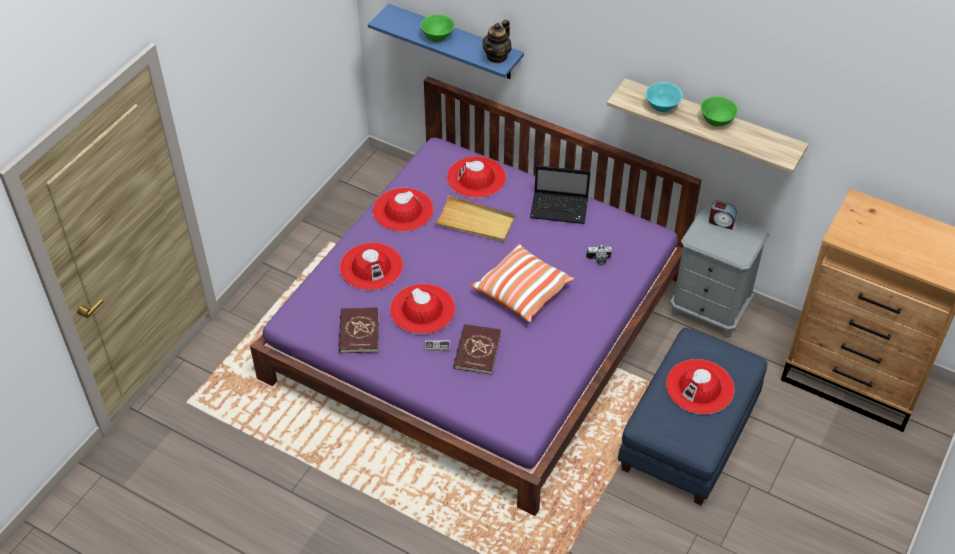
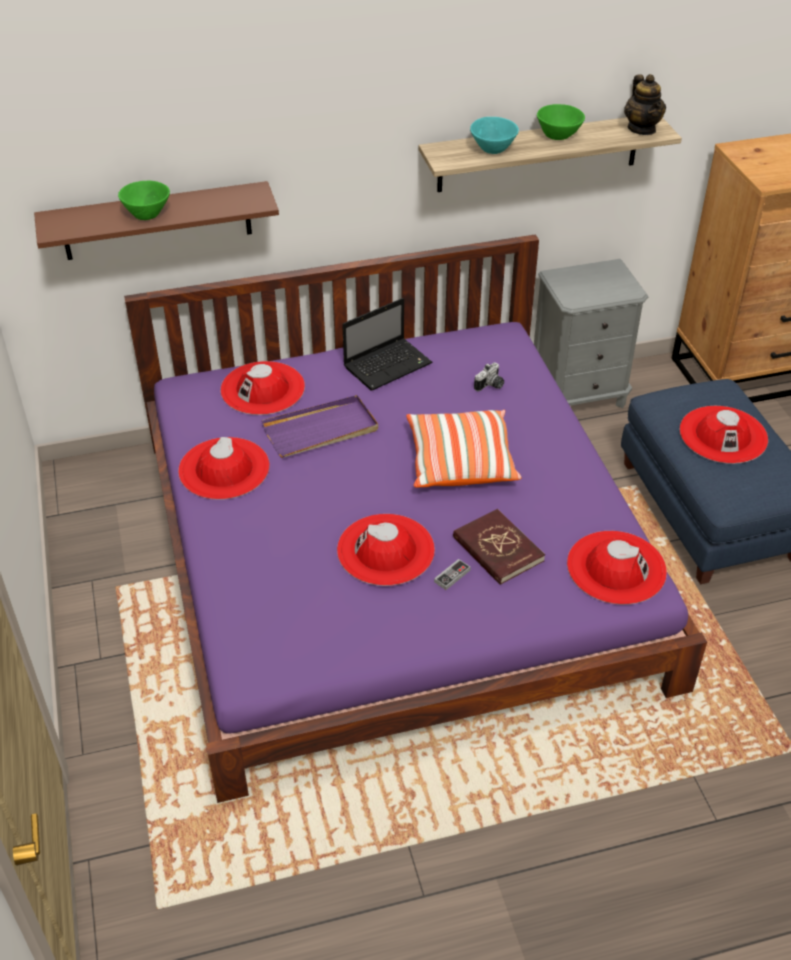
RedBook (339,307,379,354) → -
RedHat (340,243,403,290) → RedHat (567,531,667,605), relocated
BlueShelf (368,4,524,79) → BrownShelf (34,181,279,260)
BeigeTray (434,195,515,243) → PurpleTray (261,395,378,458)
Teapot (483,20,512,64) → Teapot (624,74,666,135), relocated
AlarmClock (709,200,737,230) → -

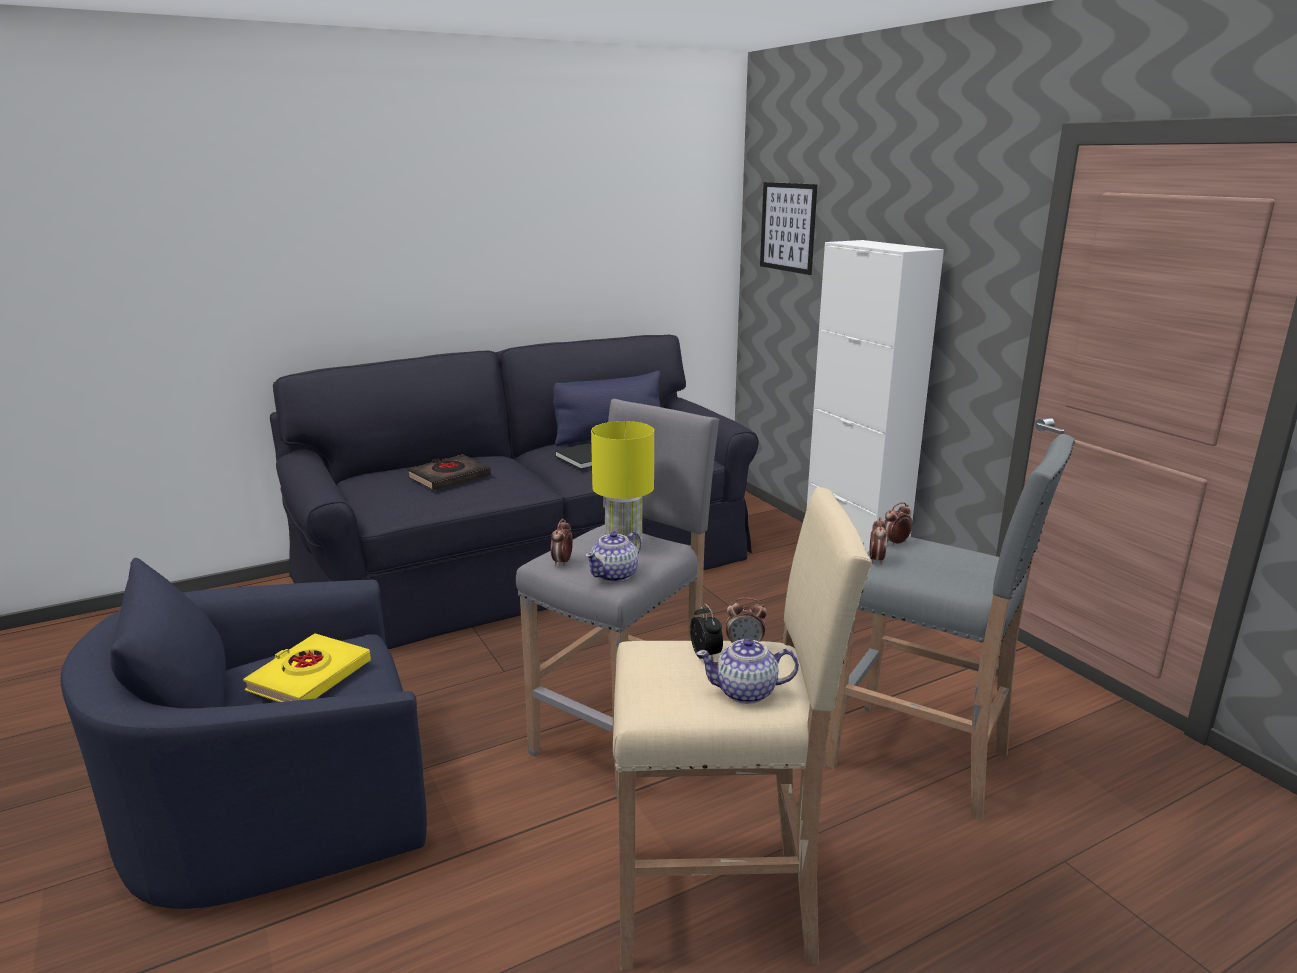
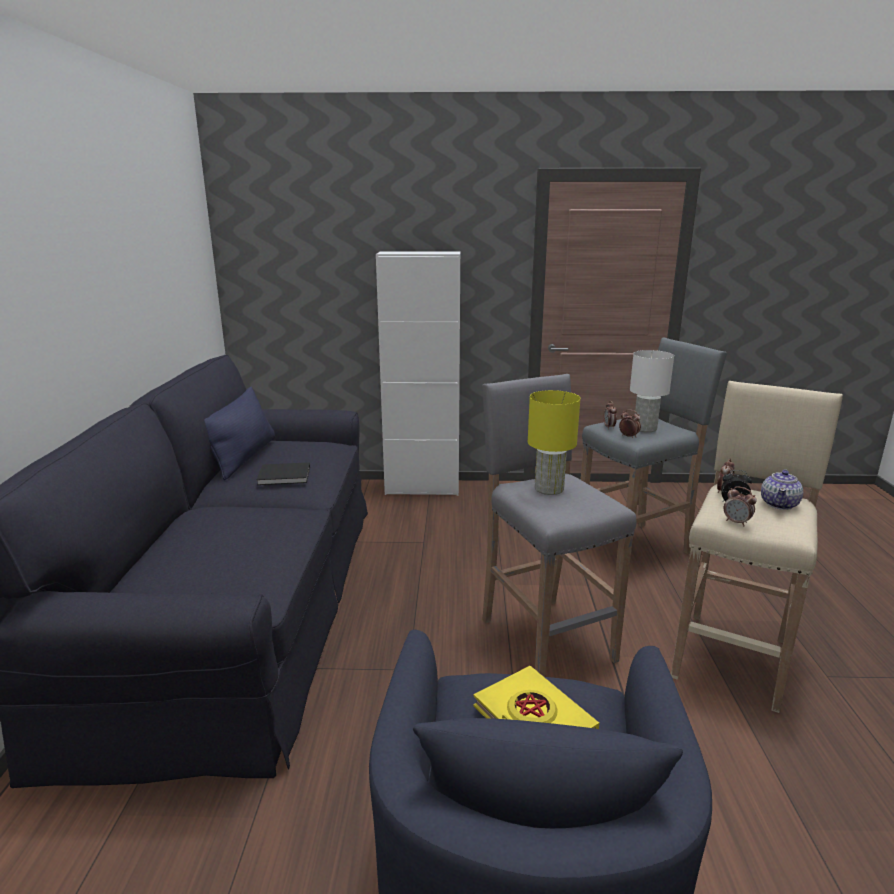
BlackBook (407,454,491,490) → -
AlarmClock (551,519,573,566) → AlarmClock (724,487,757,526), relocated
Teapot (585,531,641,582) → -
Picture (760,182,817,275) → -
- → WhiteTableLamp (630,350,674,432)

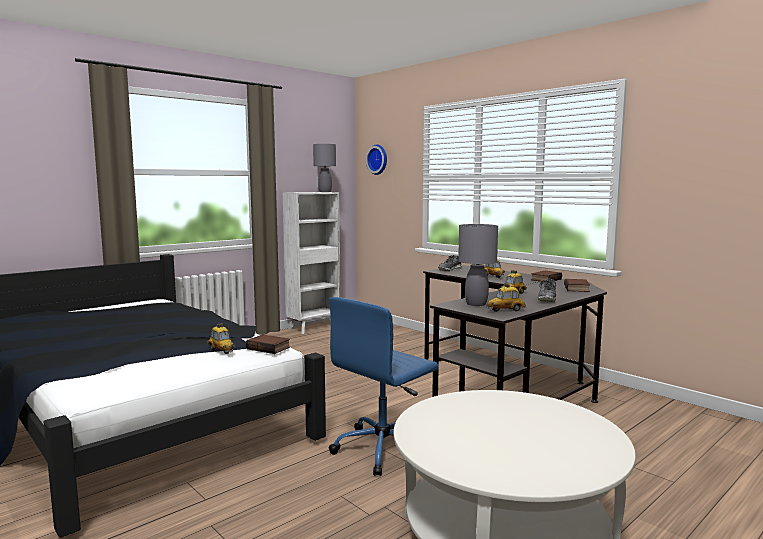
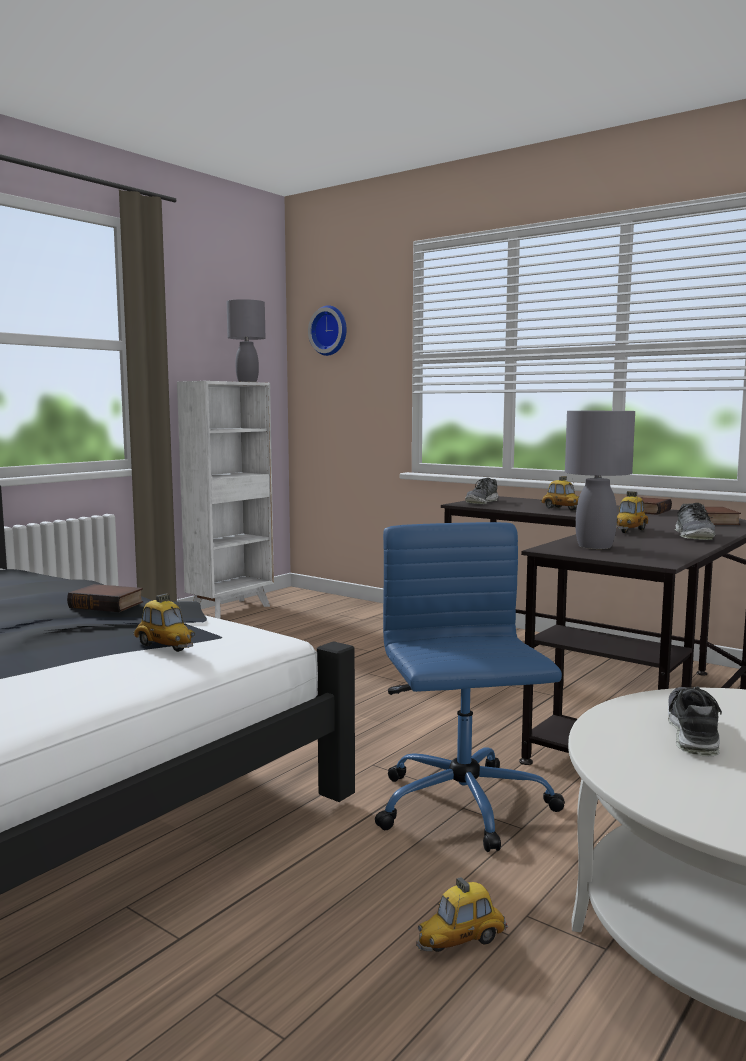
Book (246,334,290,354) → Book (67,584,143,612), relocated
BlueOfficeChair (329,297,439,476) → BlueOfficeChair (375,522,565,852), 135 degrees clockwise
ToyCar (486,283,526,312) → ToyCar (416,877,508,952), relocated
- → Shoe (668,686,722,756)

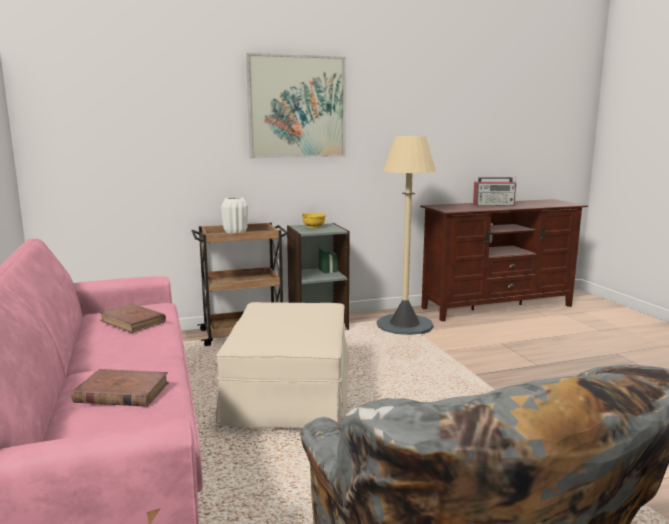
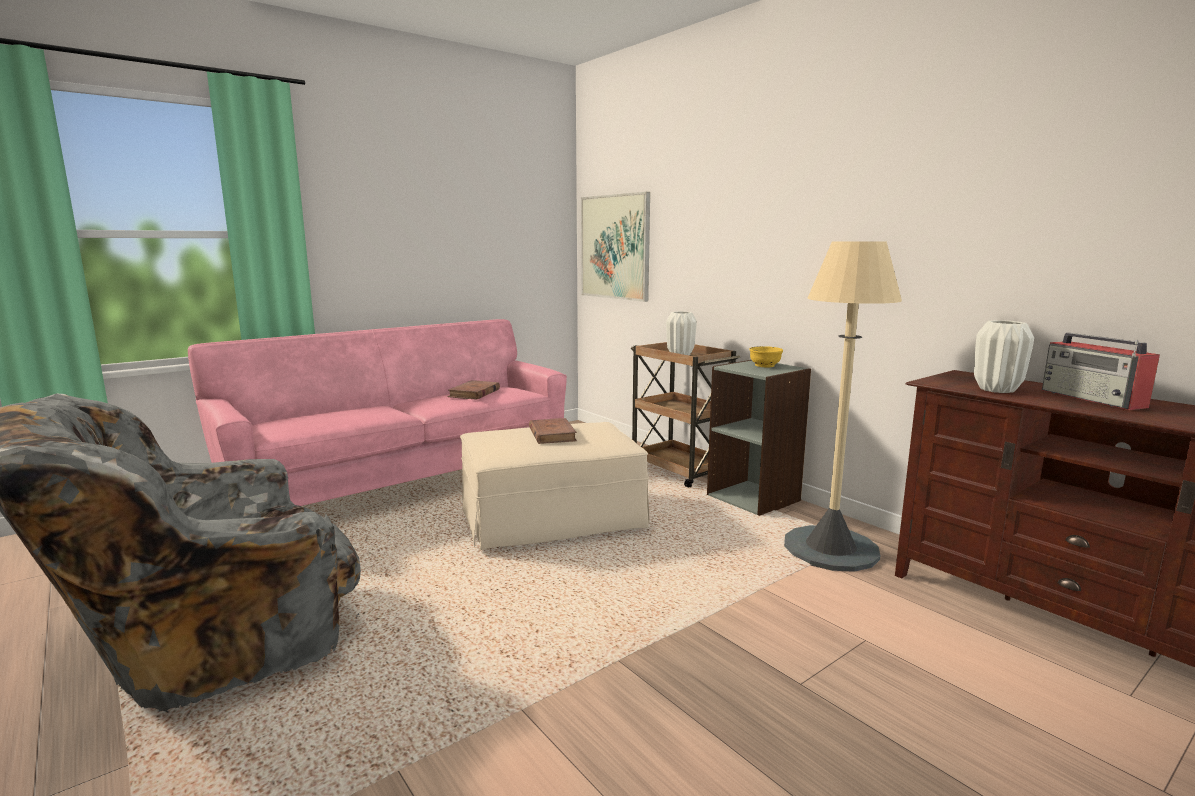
BrownBook (72,369,169,407) → BrownBook (529,418,577,444), relocated
Picture (246,53,346,158) → Picture (581,192,650,302), relocated
- → WhiteVase (974,320,1034,393)

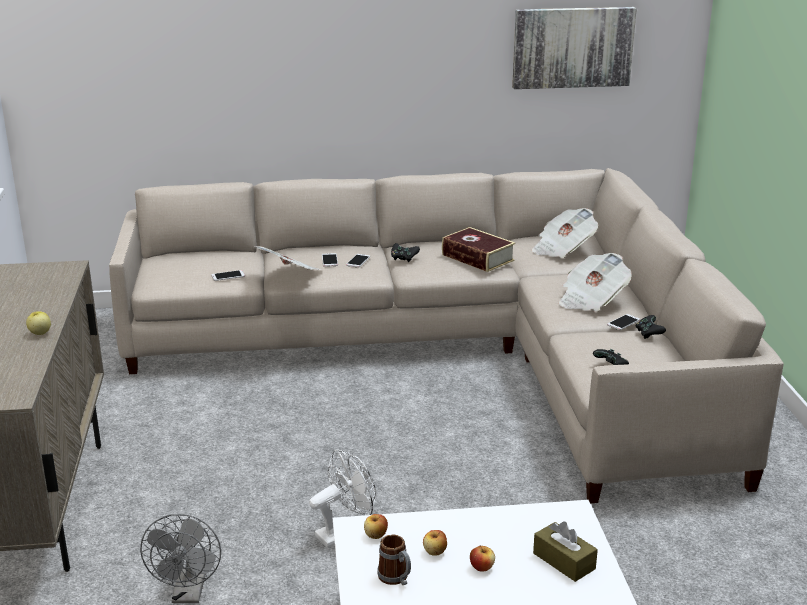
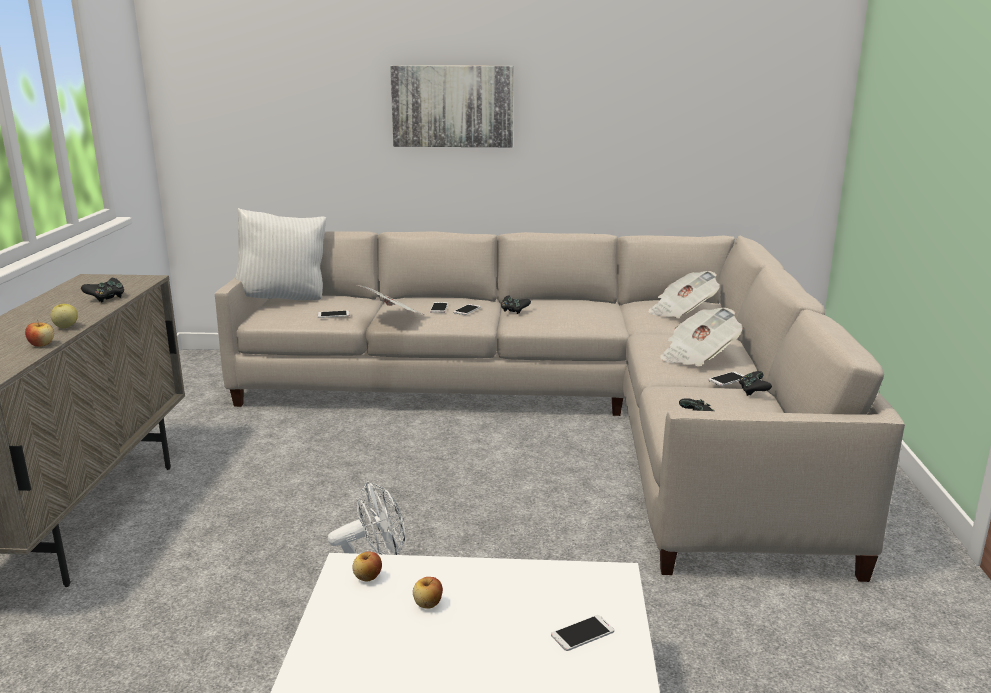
GreyFan (140,514,221,603) → -
Mug (377,535,411,585) → -
Book (442,227,515,272) → -
Apple (470,546,495,571) → Apple (25,320,54,347), relocated
Picture (512,7,637,89) → Picture (390,65,514,147), relocated
BrownTissueBox (533,521,598,582) → Phone (551,615,614,651)
- → BlackGameController (81,278,124,302)
- → WhitePillow (235,208,326,300)

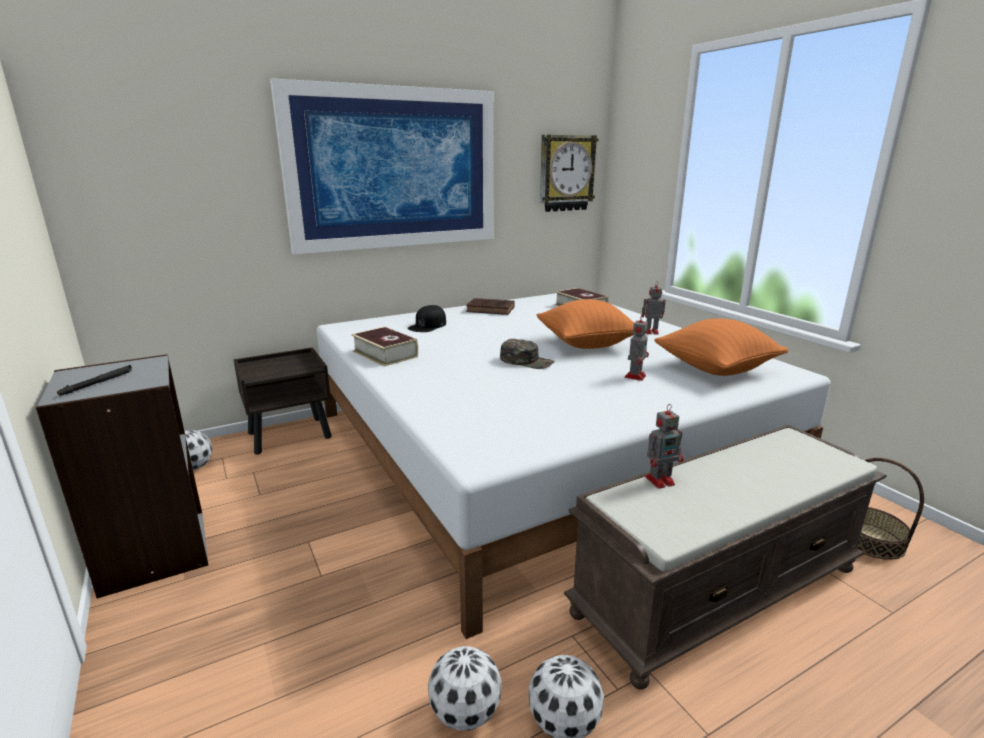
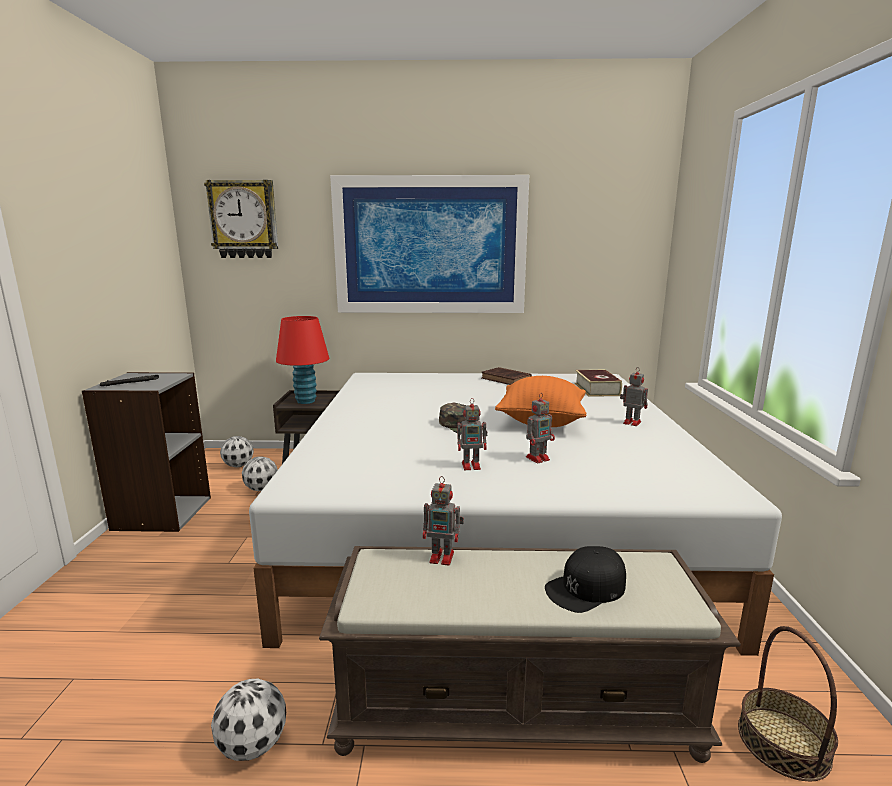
Book (351,327,418,366) → -
BlackCap (408,305,446,332) → BlackCap (545,546,626,613), relocated
Football (428,646,501,731) → Football (242,456,278,491), relocated
WallClock (540,135,599,212) → WallClock (204,180,278,258), relocated
OrangePillow (654,318,788,376) → -
- → RedTableLamp (276,316,329,404)
- → ToyRobot (457,398,488,470)

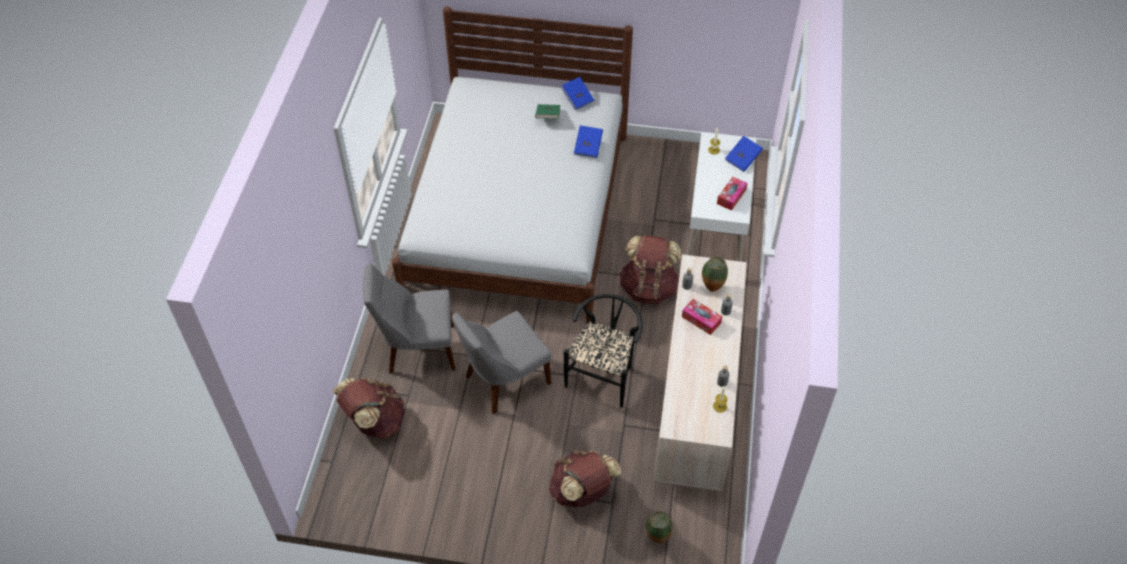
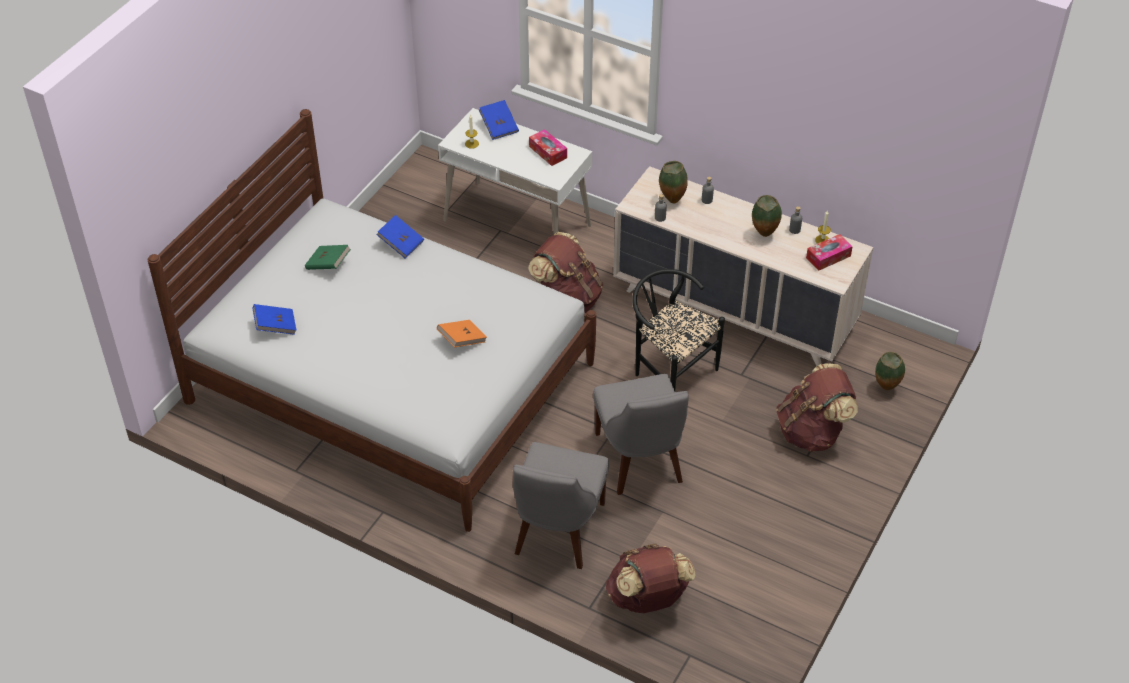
BlueBook (561,77,595,110) → BlueBook (253,304,296,335), relocated
TissueBox (682,299,722,335) → TissueBox (806,234,853,271), relocated
- → OrangeBook (437,320,487,347)
- → Vase (752,195,782,237)

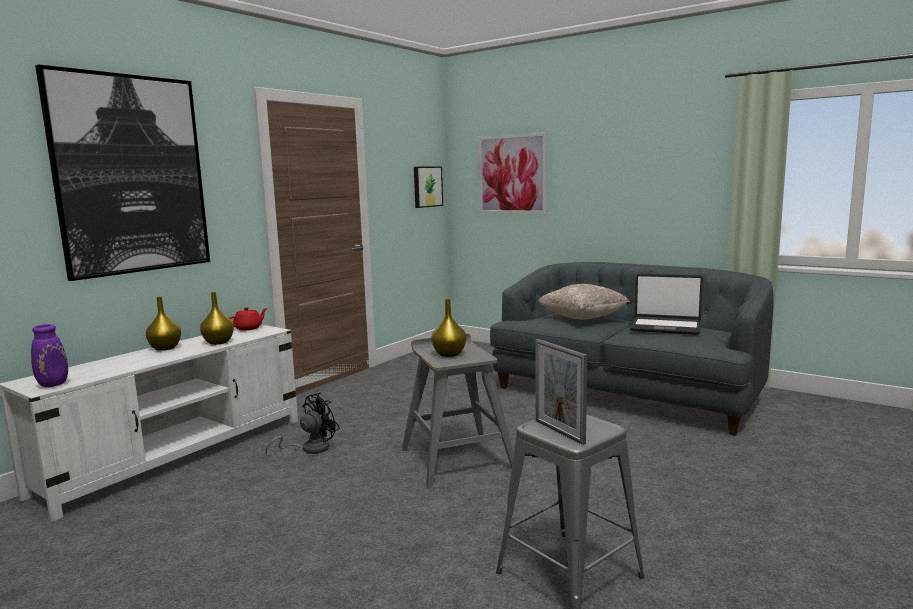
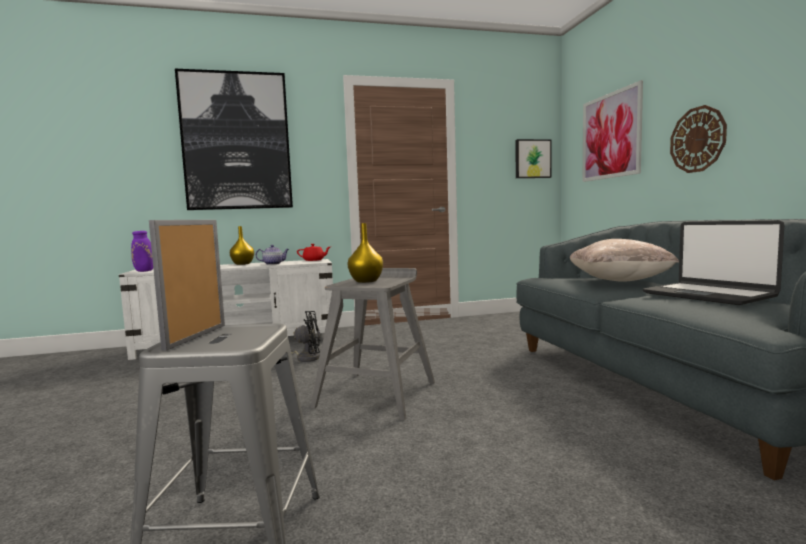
YellowVase (200,292,234,345) → Teapot (255,245,289,265)
- → WallClock (670,105,727,173)

